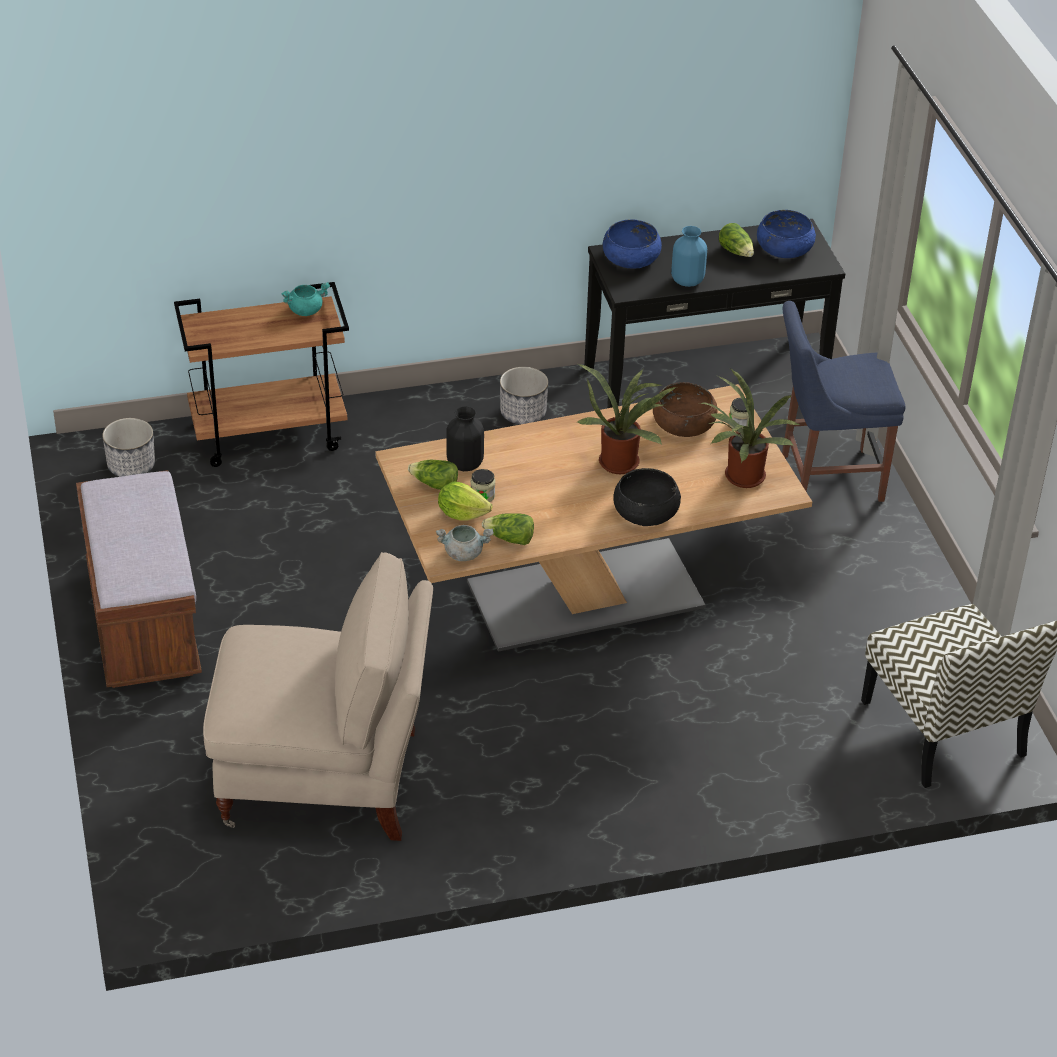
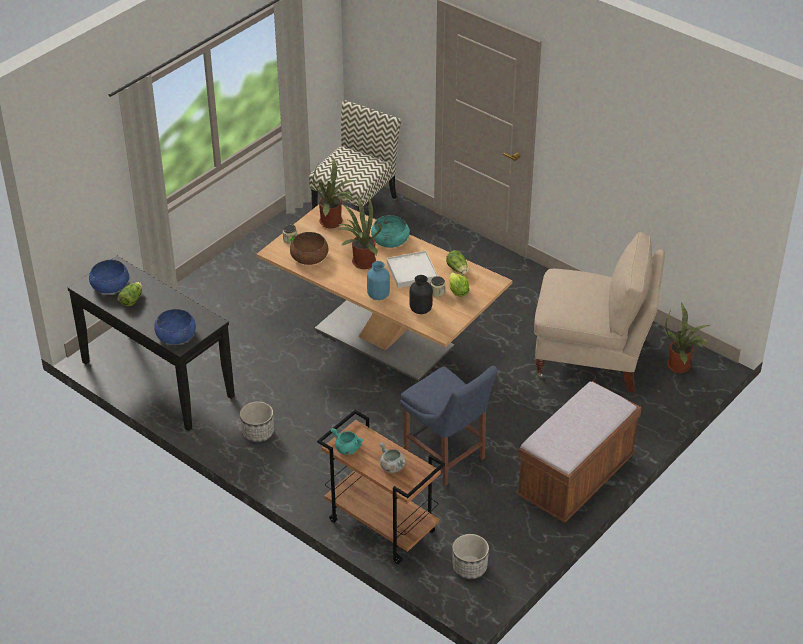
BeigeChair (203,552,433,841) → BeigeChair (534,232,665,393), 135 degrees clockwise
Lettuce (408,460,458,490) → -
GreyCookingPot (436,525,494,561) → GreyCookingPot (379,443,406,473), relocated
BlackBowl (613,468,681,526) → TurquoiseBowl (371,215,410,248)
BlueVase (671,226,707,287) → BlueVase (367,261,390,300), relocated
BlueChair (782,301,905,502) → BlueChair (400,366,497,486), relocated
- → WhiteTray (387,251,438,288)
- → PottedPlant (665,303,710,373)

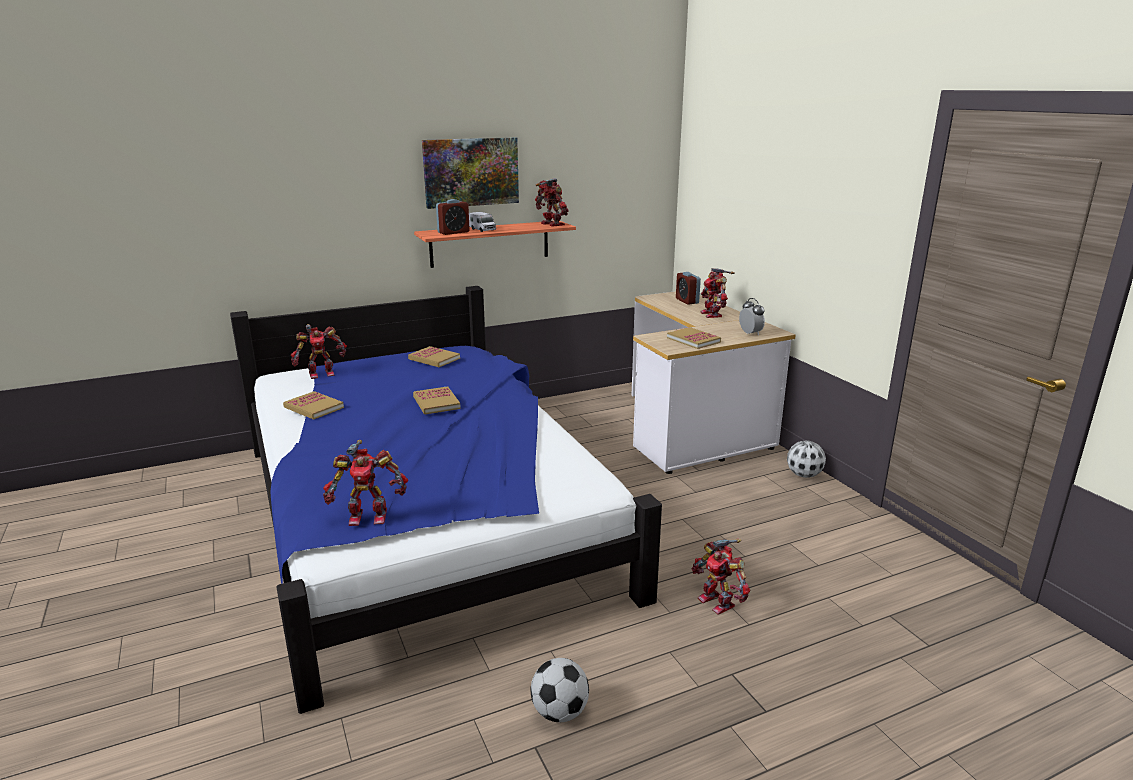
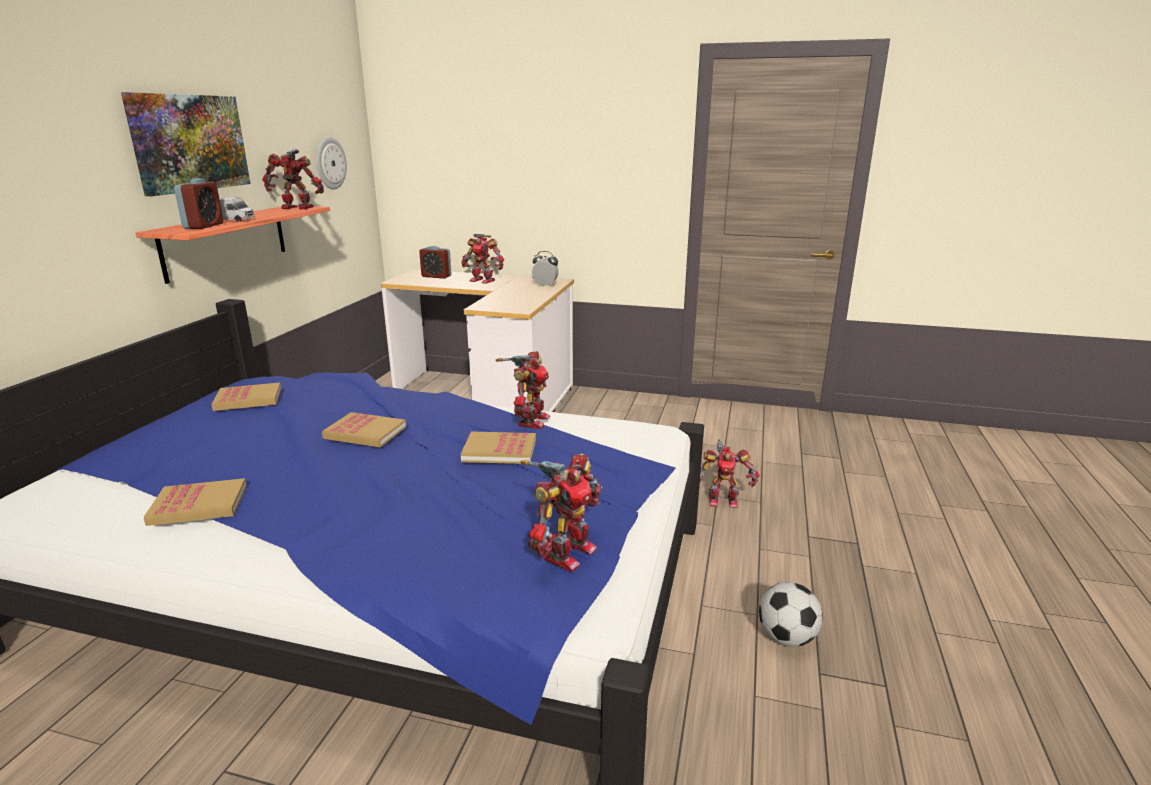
ToyRobot (291,324,347,379) → ToyRobot (496,351,550,429), relocated
Book (667,327,721,349) → Book (461,431,536,464), relocated
Football (787,440,826,478) → -
- → WallClock (316,137,347,189)

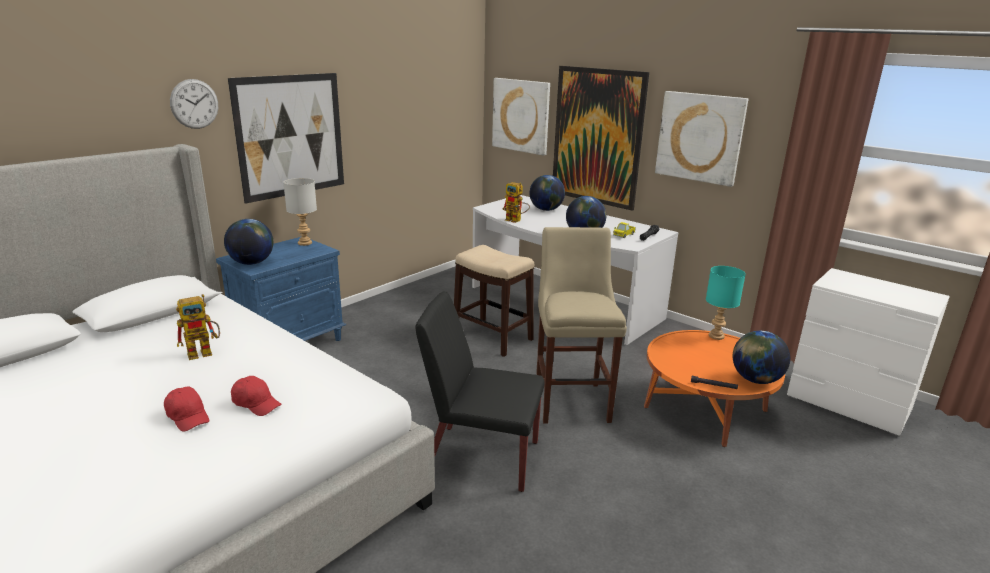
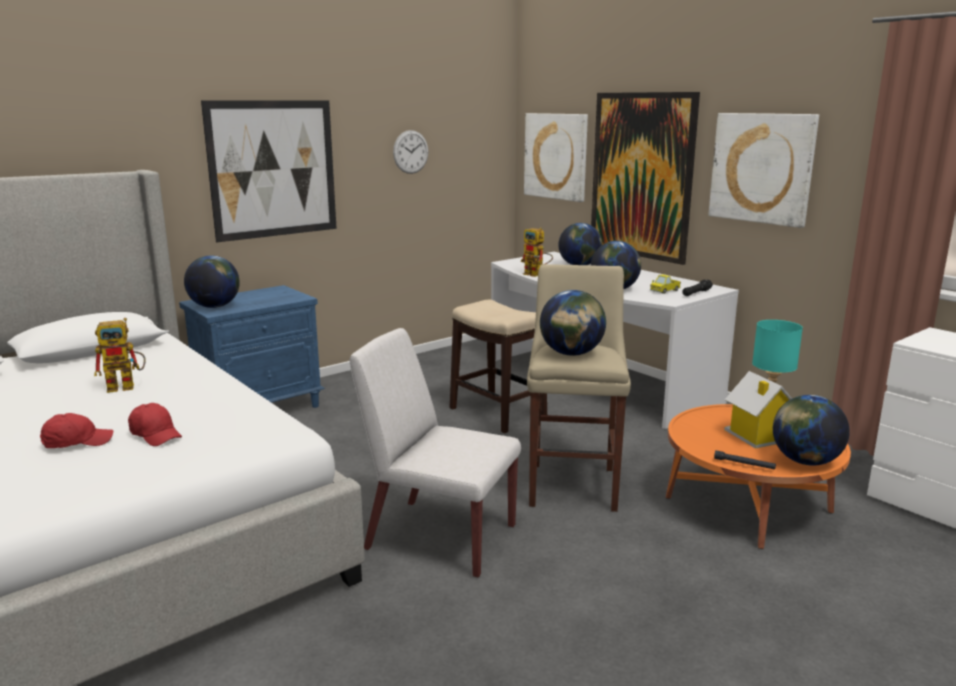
RedCap (164,387,210,432) → RedCap (40,413,113,448), 75 degrees counterclockwise
WallClock (170,79,218,129) → WallClock (393,130,428,174), relocated
GreyTableLamp (283,178,317,246) → -
BlackChair (415,291,544,492) → WhiteChair (350,328,521,578)
- → Globe (540,290,606,356)
- → ToyHouse (724,371,792,449)

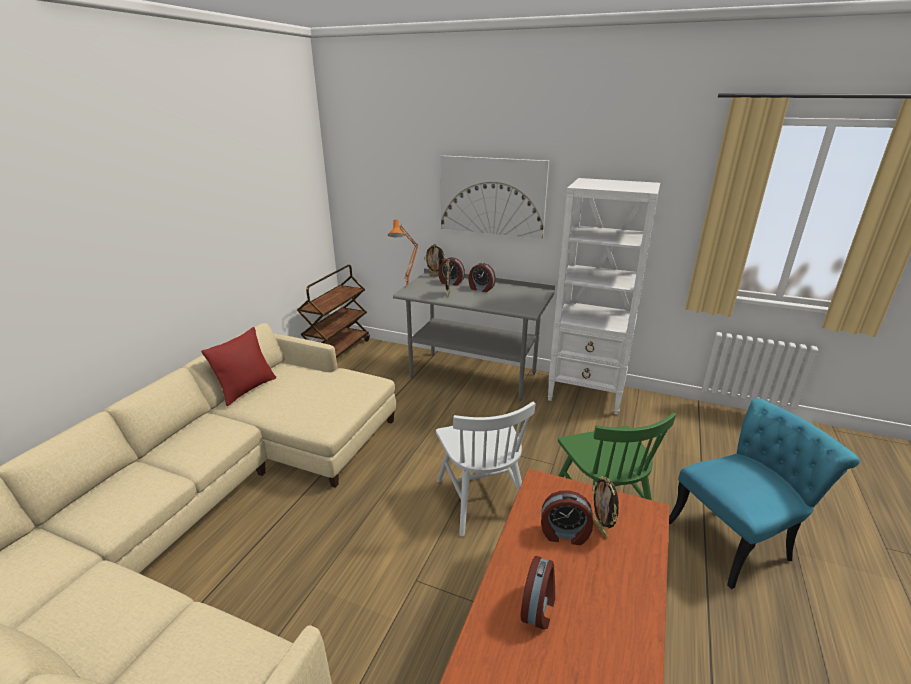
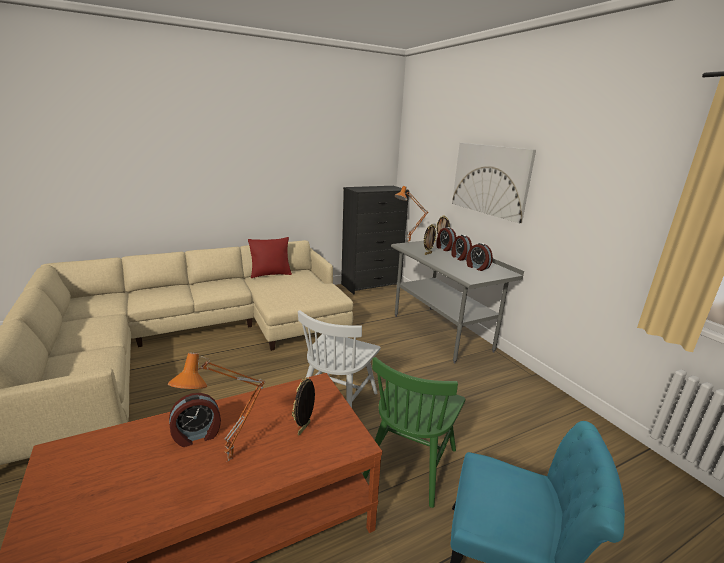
BrownCart (297,265,370,358) → BlackDresser (341,186,410,295)
AlarmClock (541,490,593,545) → AlarmClock (466,243,493,271), relocated
WhiteBookcase (548,178,660,415) → -
- → OrangeTableLamp (168,353,266,461)

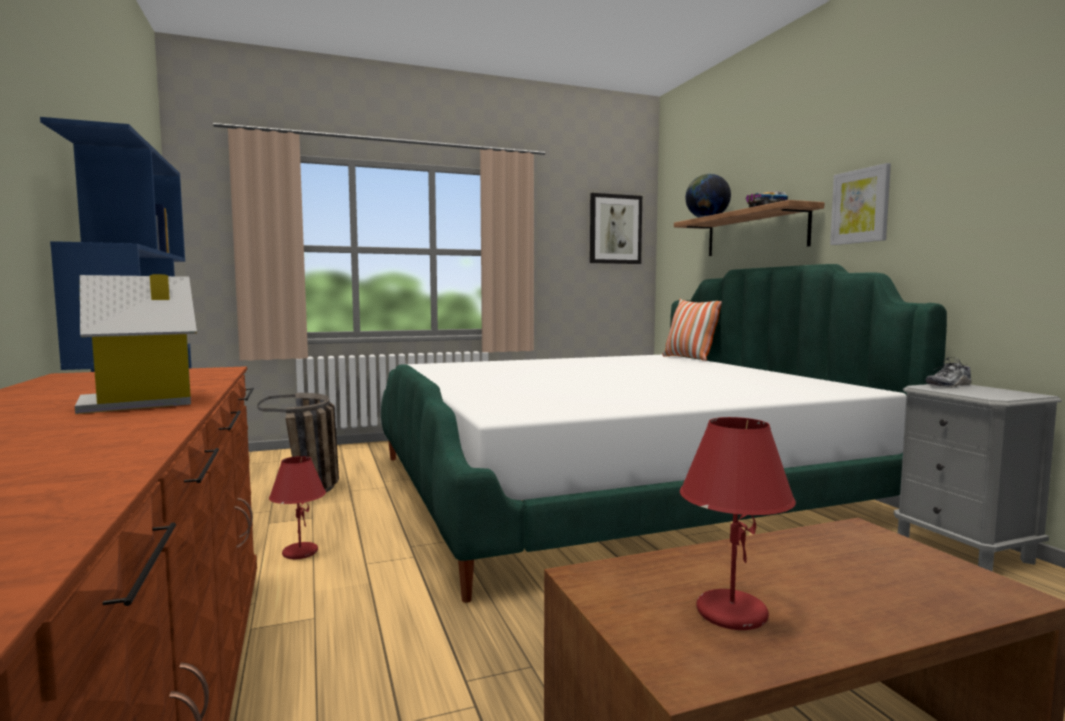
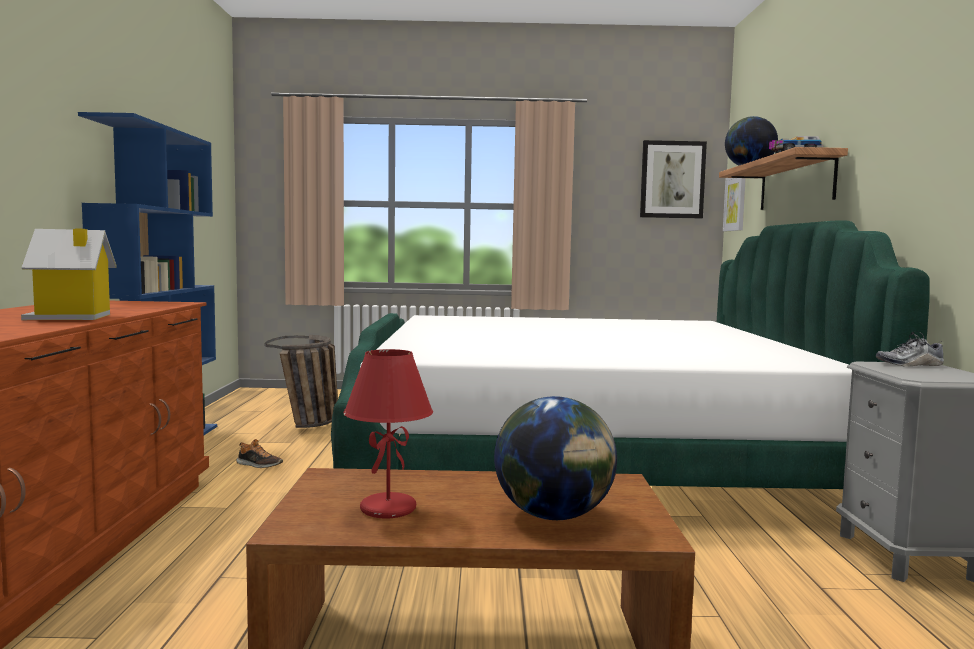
RedTableLamp (269,456,326,559) → Shoe (236,439,283,468)
Pillow (663,299,722,361) → -
Picture (830,163,891,245) → Picture (723,178,746,231), relocated
- → Globe (494,396,617,520)

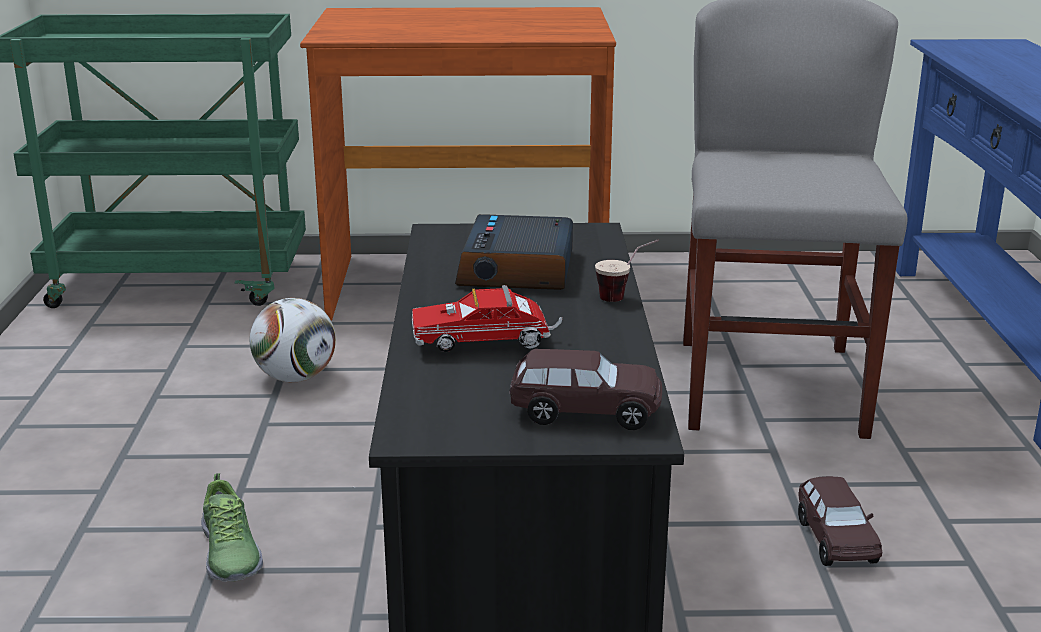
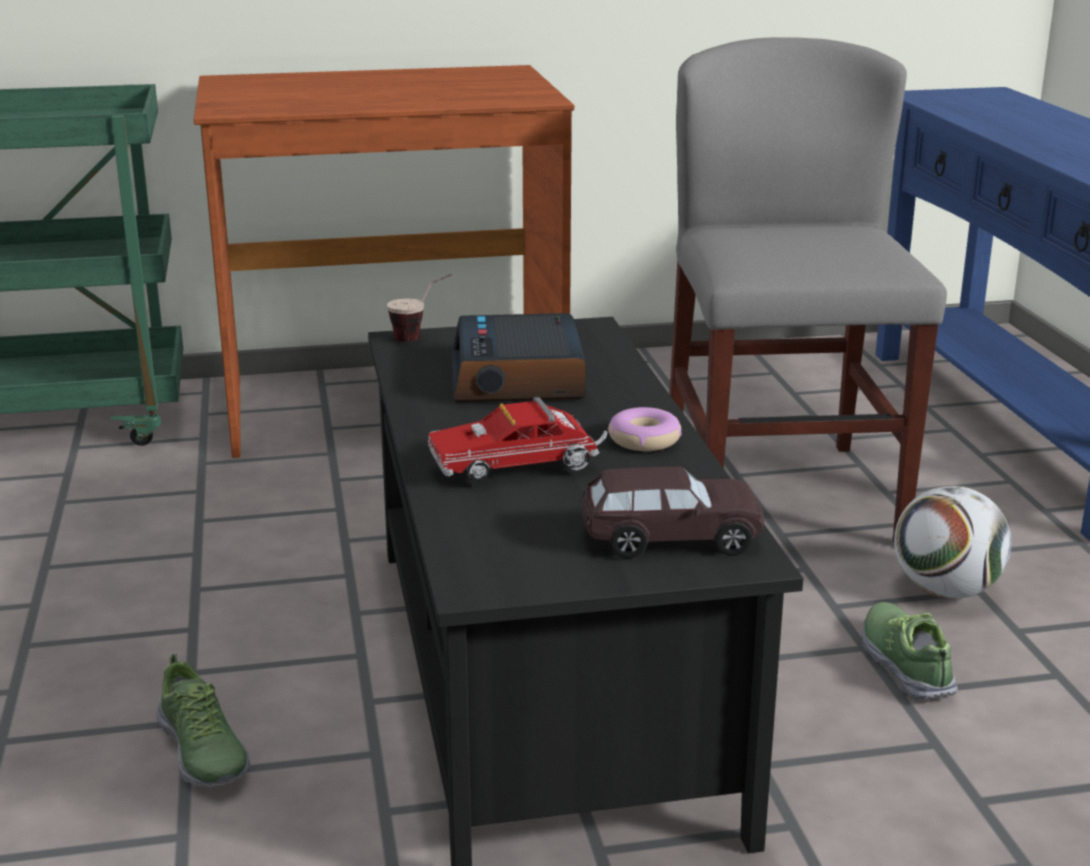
Football (250,298,336,382) → Football (894,486,1011,599), relocated
Cup (595,239,659,302) → Cup (387,274,452,342), relocated
BrownToyCar (798,476,882,566) → Shoe (862,602,958,701)
- → Donut (608,407,681,451)

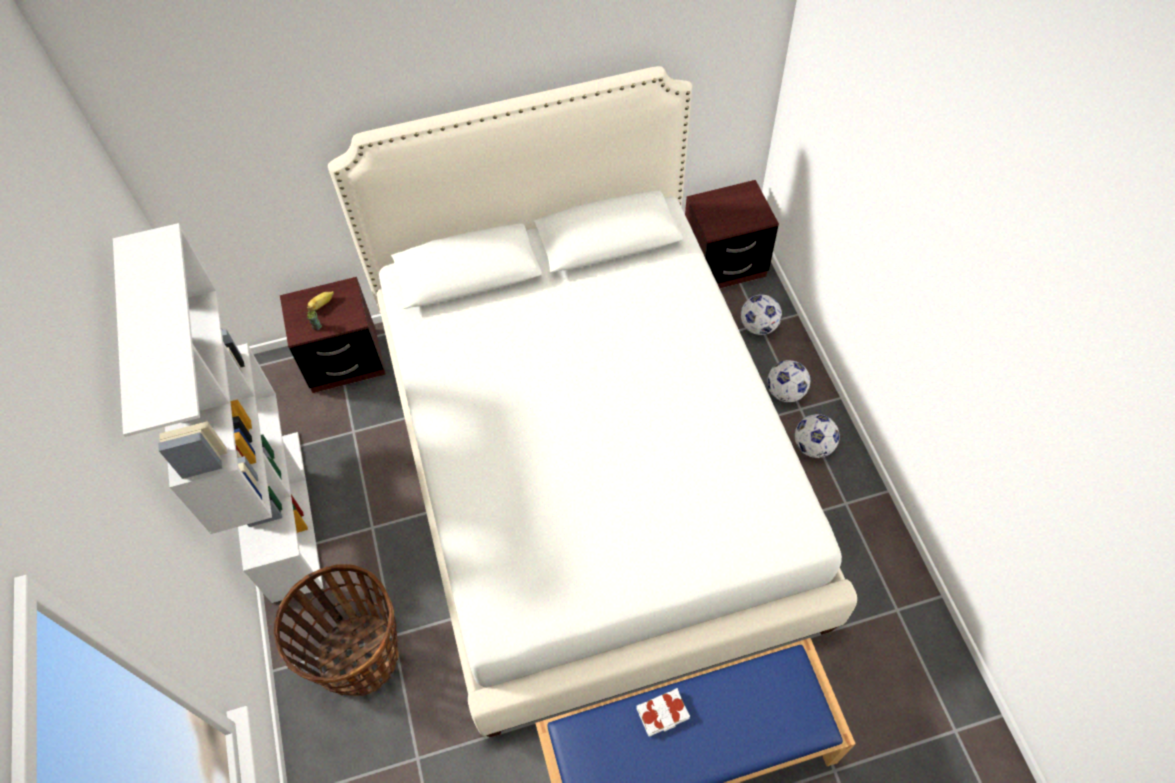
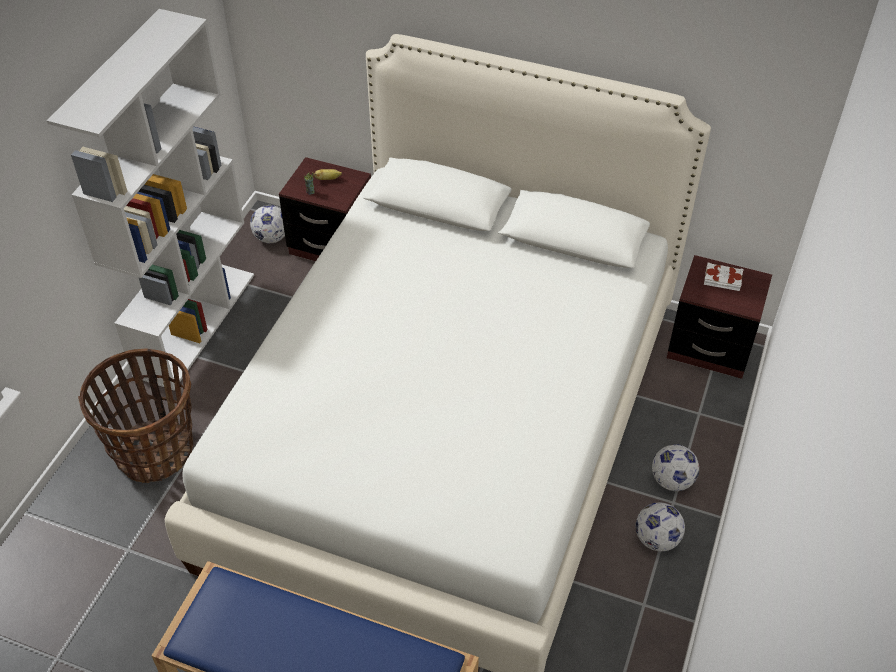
WhiteBook (636,688,690,737) → WhiteBook (704,263,744,291), relocated
Football (741,294,782,335) → Football (250,205,285,243), relocated

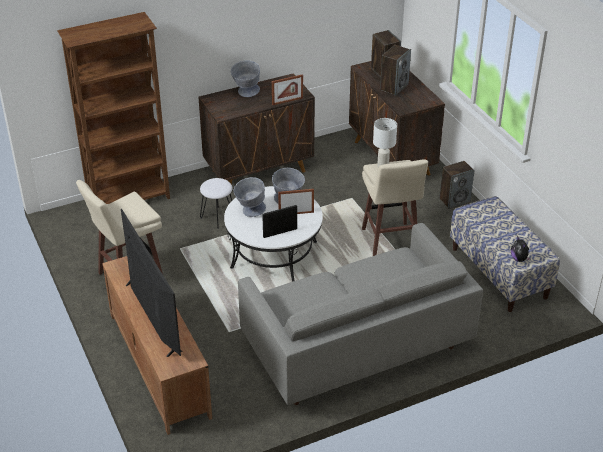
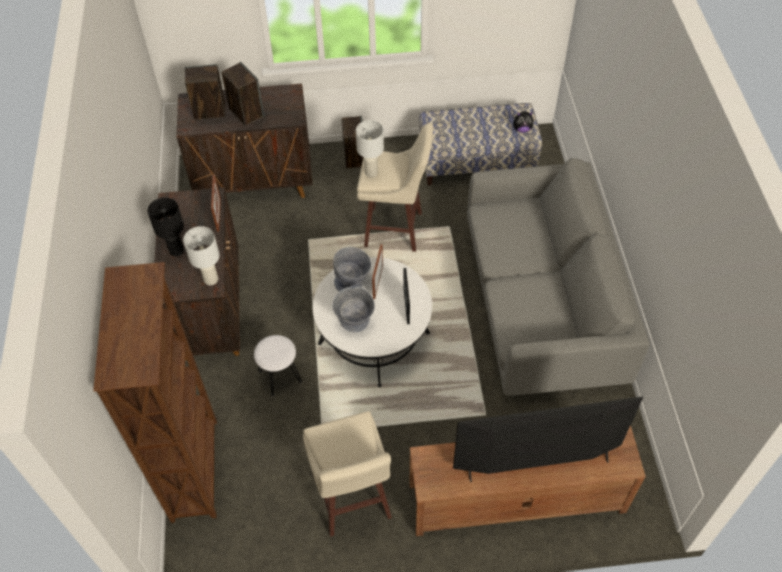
GreyBowl (231,60,260,97) → BlackTableLamp (147,197,184,256)
- → WhiteTableLamp (183,226,220,285)

